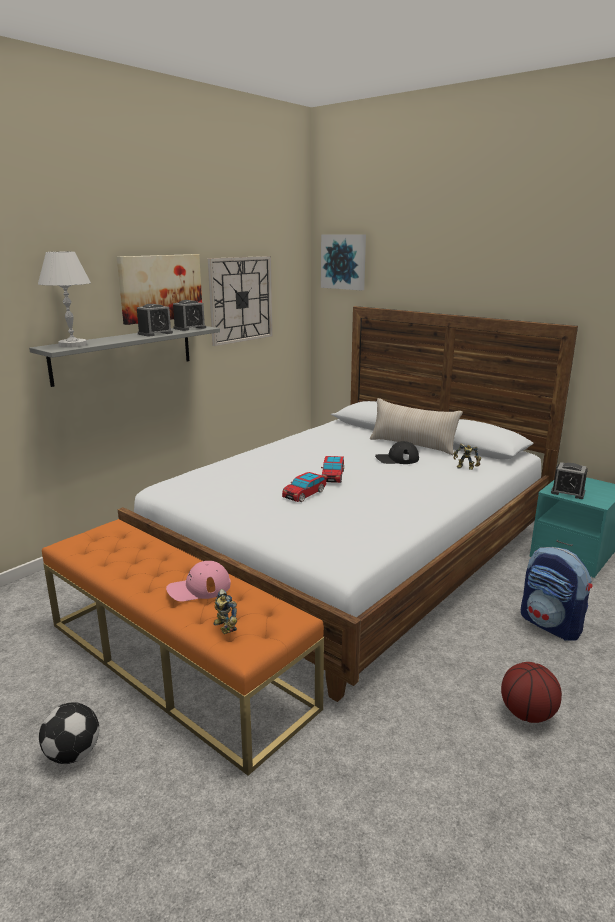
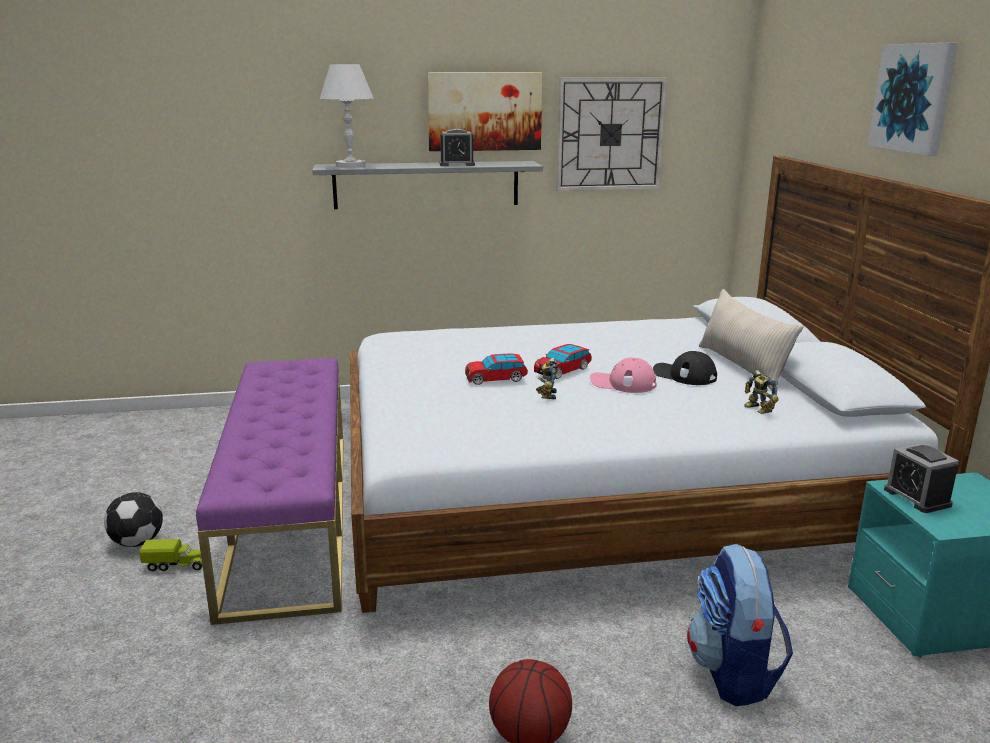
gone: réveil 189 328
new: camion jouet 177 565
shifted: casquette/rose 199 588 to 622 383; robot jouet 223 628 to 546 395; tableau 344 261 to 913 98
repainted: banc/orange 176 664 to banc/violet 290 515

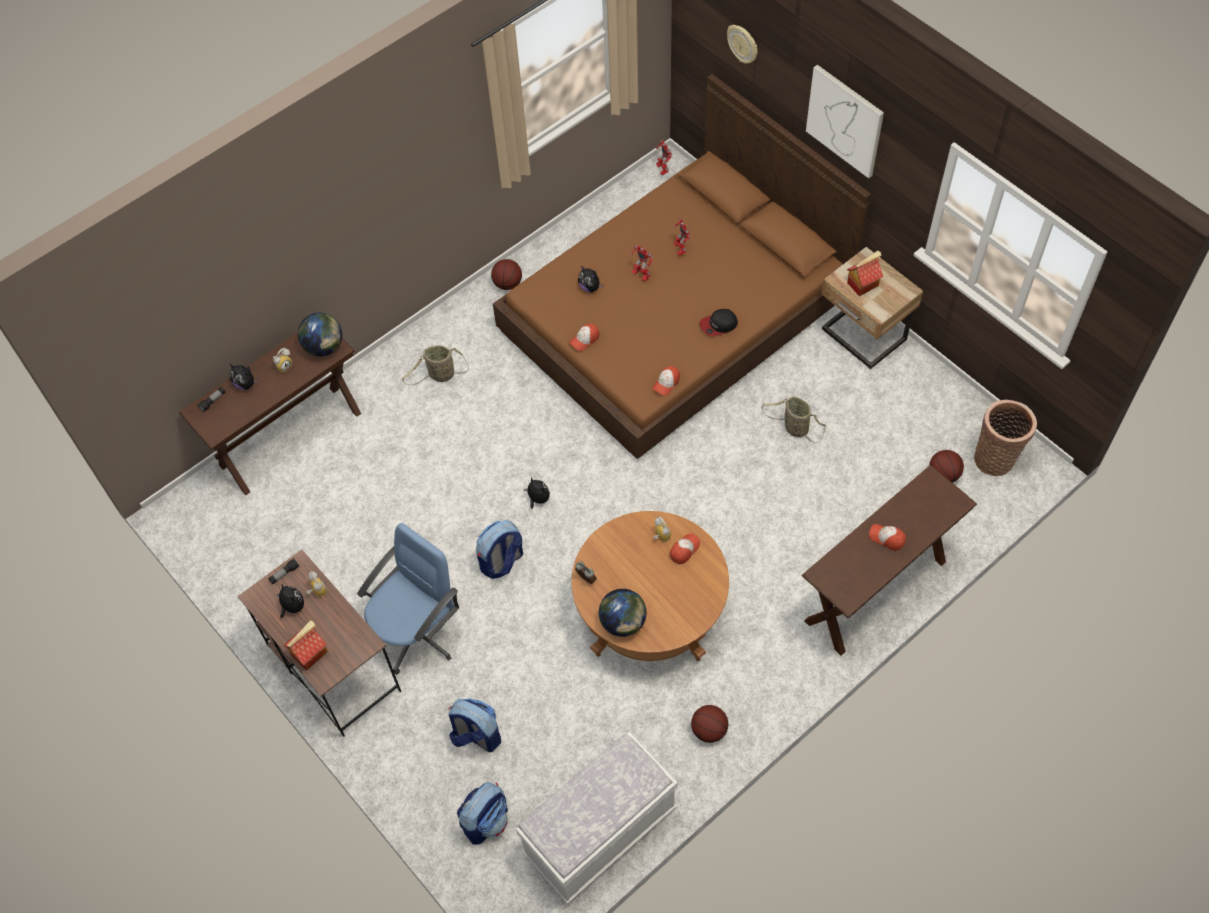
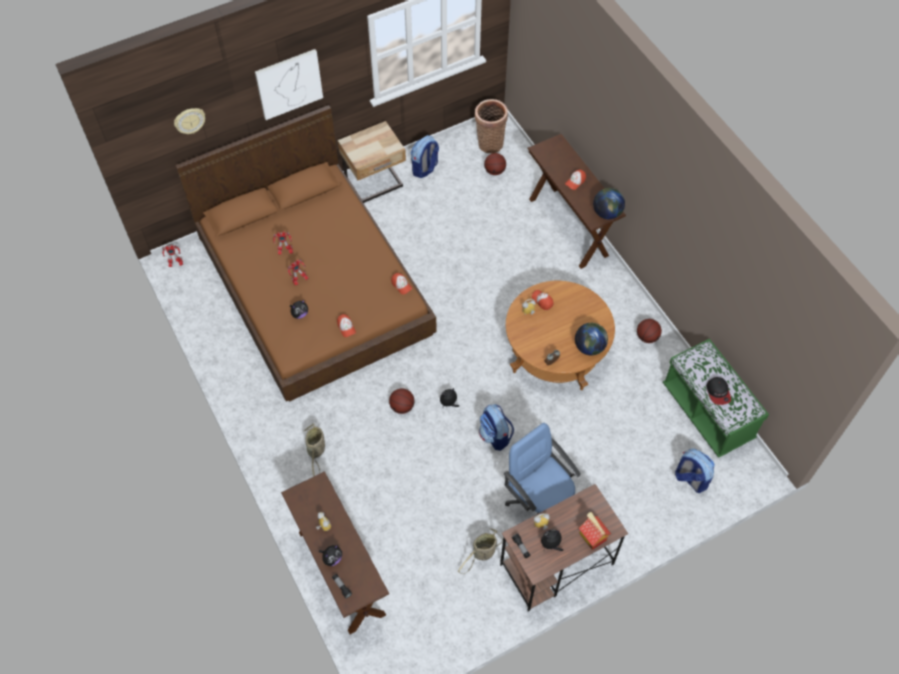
gone: maison miniature 862 283
shifted: globe 324 347 to 607 213; sac à dos 476 736 to 425 168; ballon de basket 507 284 to 402 407; casquette 718 325 to 718 392; panier 794 427 to 482 554
repainted: banc/blanc 600 832 to banc/vert 707 412

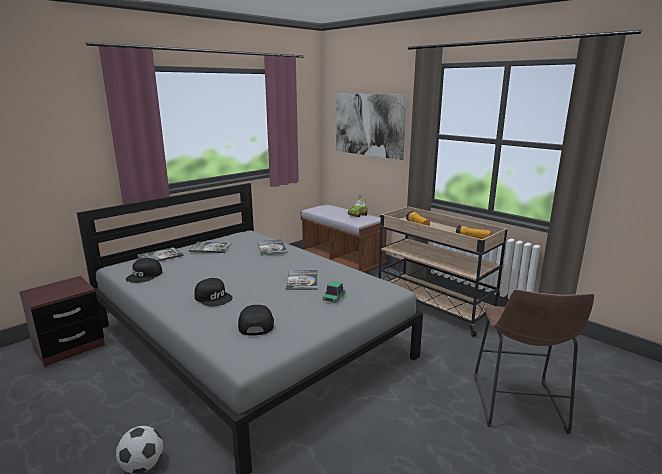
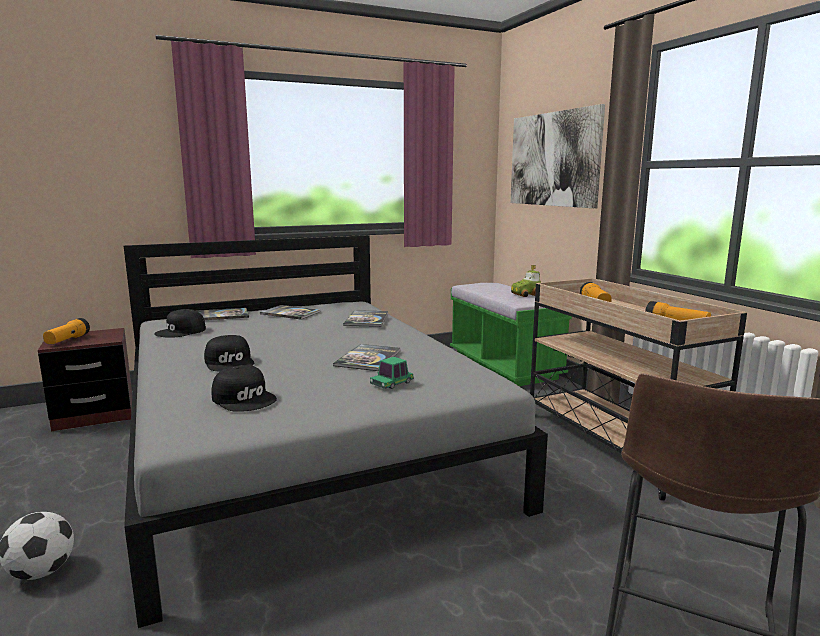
new: lampe de poche 67 340
repainted: banc/marron 342 261 to banc/vert 504 366
rotated: casquette/noir 255 324 = 245 398 120 degrees clockwise

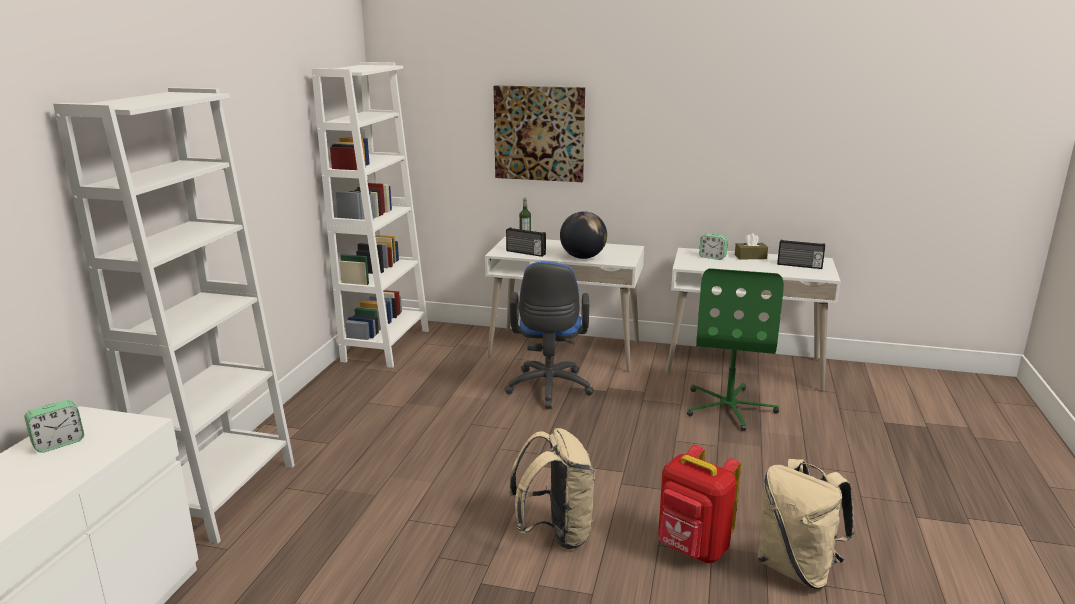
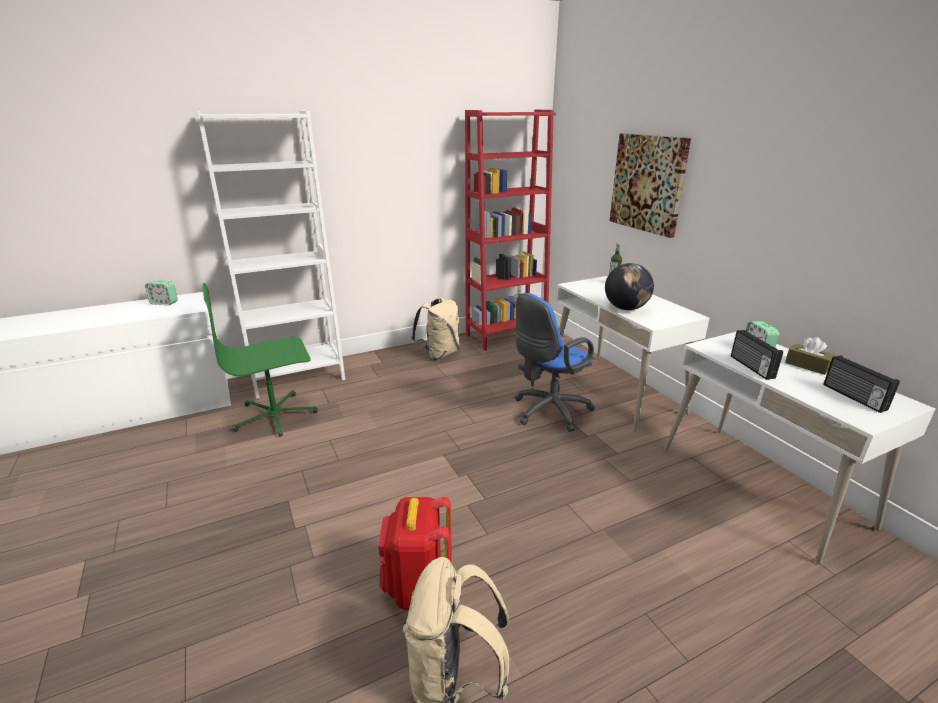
shifted: radio 525 253 to 751 367; sac à dos/beige 555 533 to 439 354; chaise de bureau/vert 729 407 to 275 415
repainted: bibliothèque/blanc 386 345 to bibliothèque/rouge 506 336

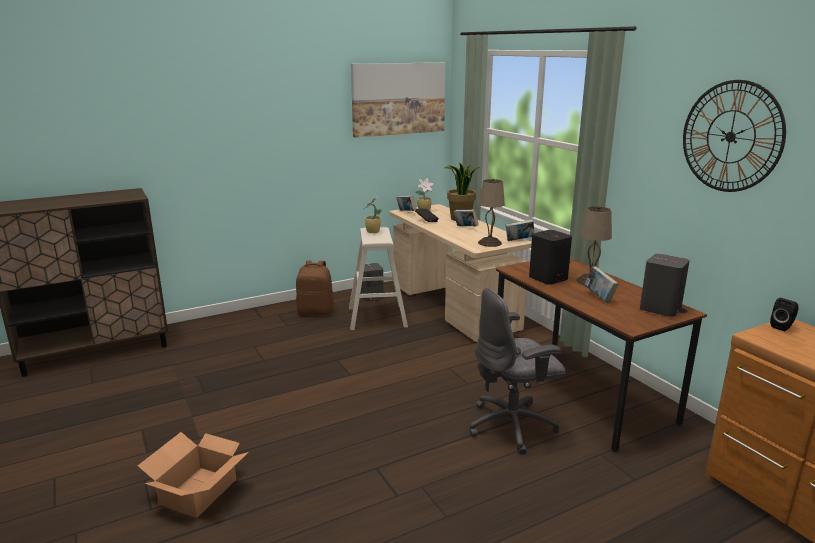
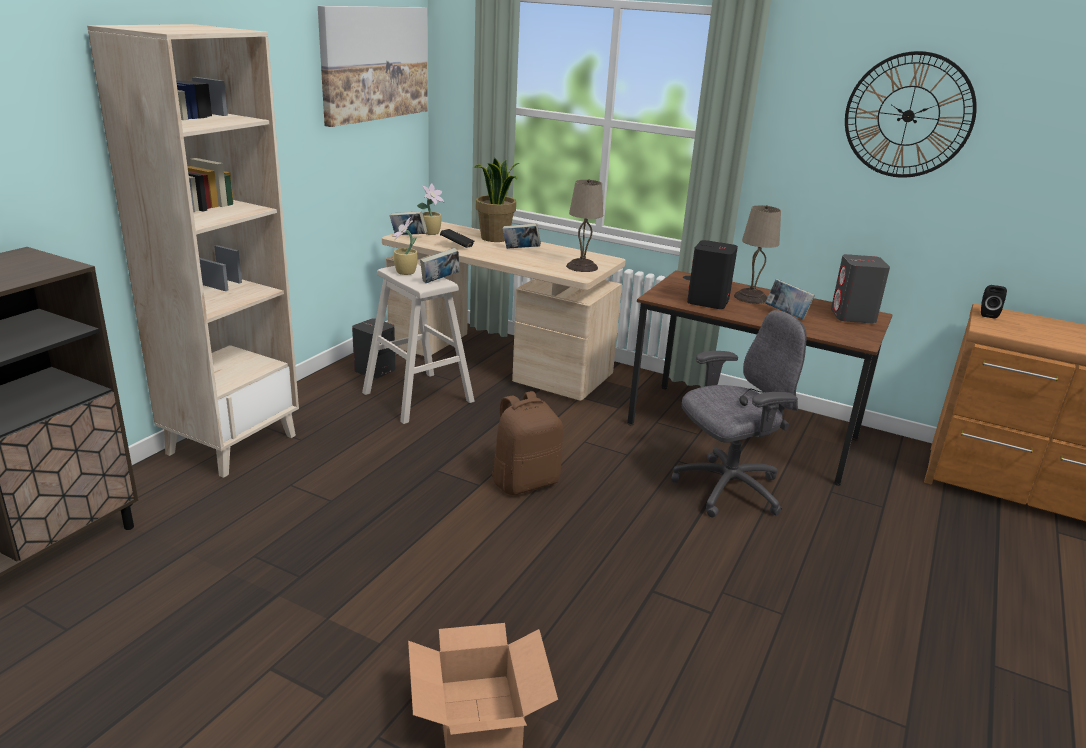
new: bibliothèque/beige 232 444
shifted: sac à dos/marron 316 311 to 525 482; livre 519 241 to 440 281
rotated: chaise de bureau/gris 512 426 = 726 489 150 degrees counterclockwise

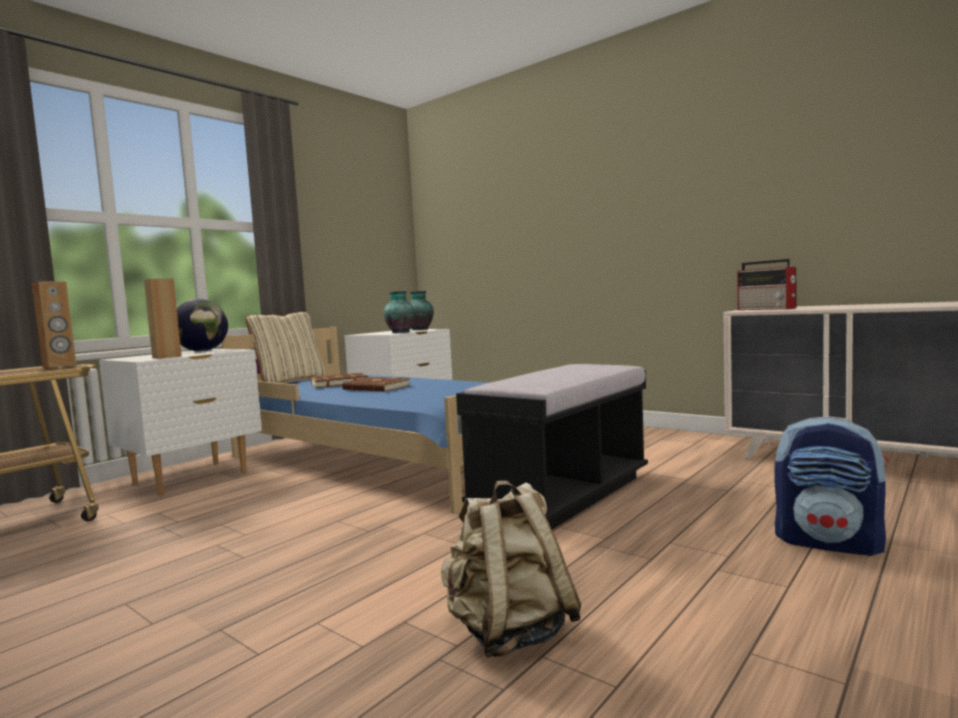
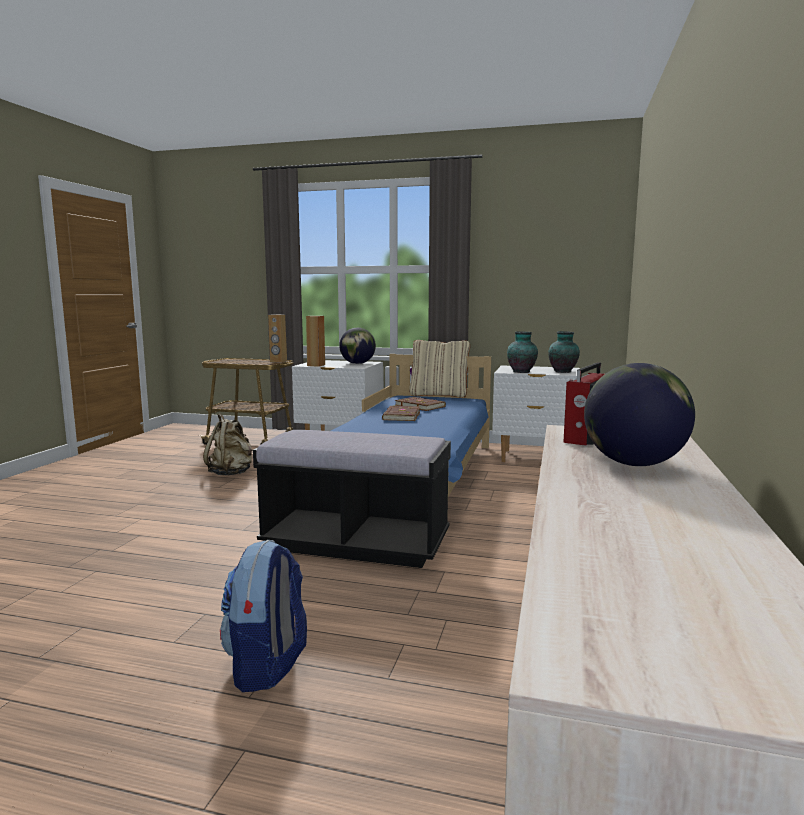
new: globe 634 463
shifted: sac à dos/beige 509 632 to 231 473

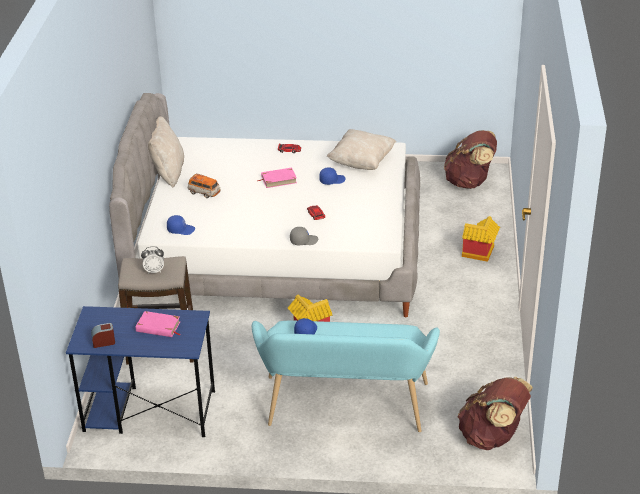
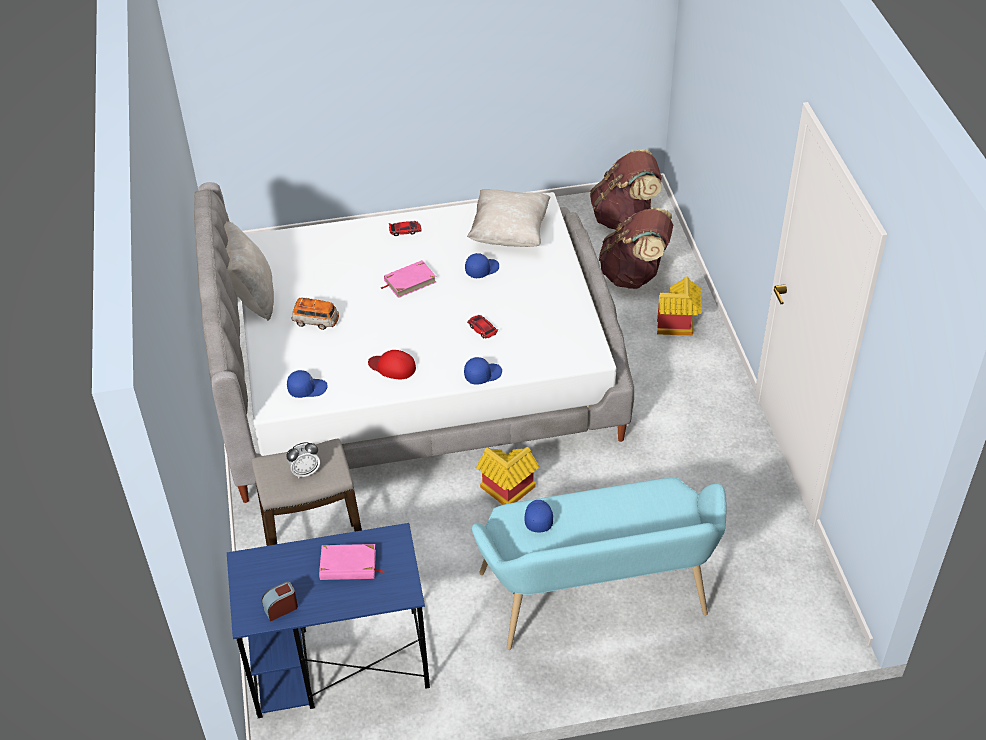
new: casquette/rouge 392 367
shifted: sac à dos/marron 492 437 to 634 275
repainted: casquette/gris 303 240 to casquette/bleu 482 374

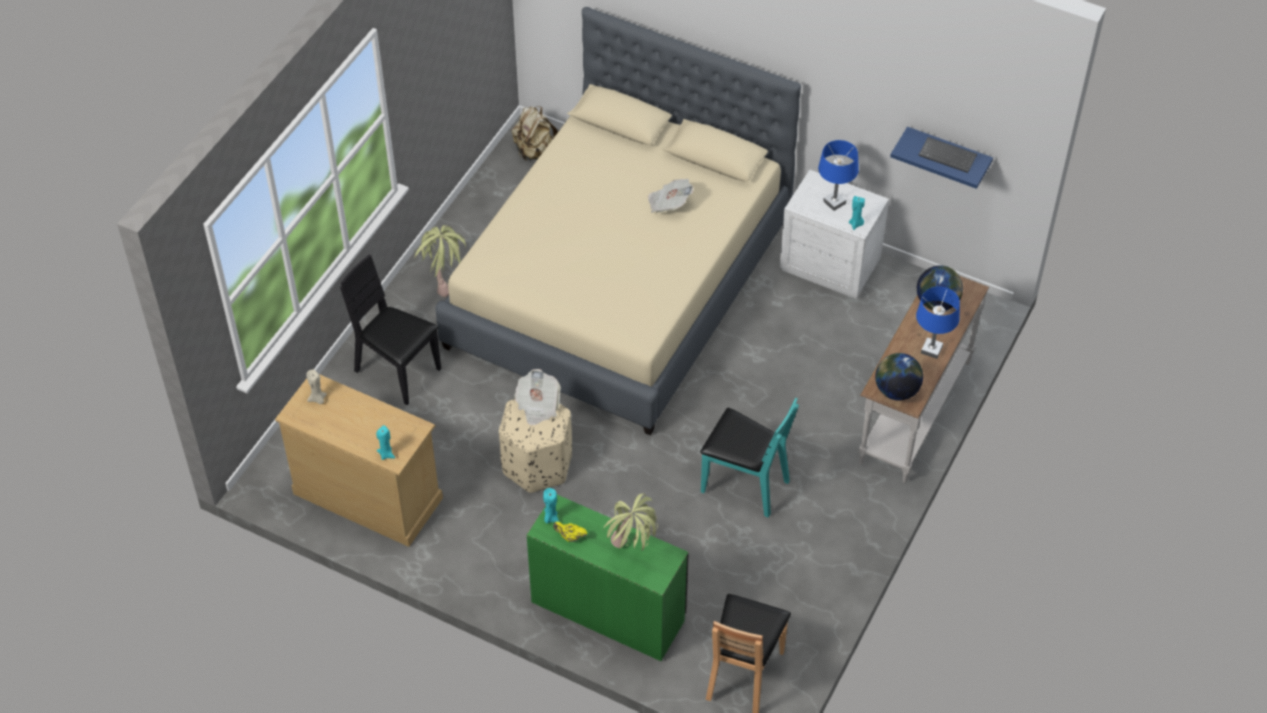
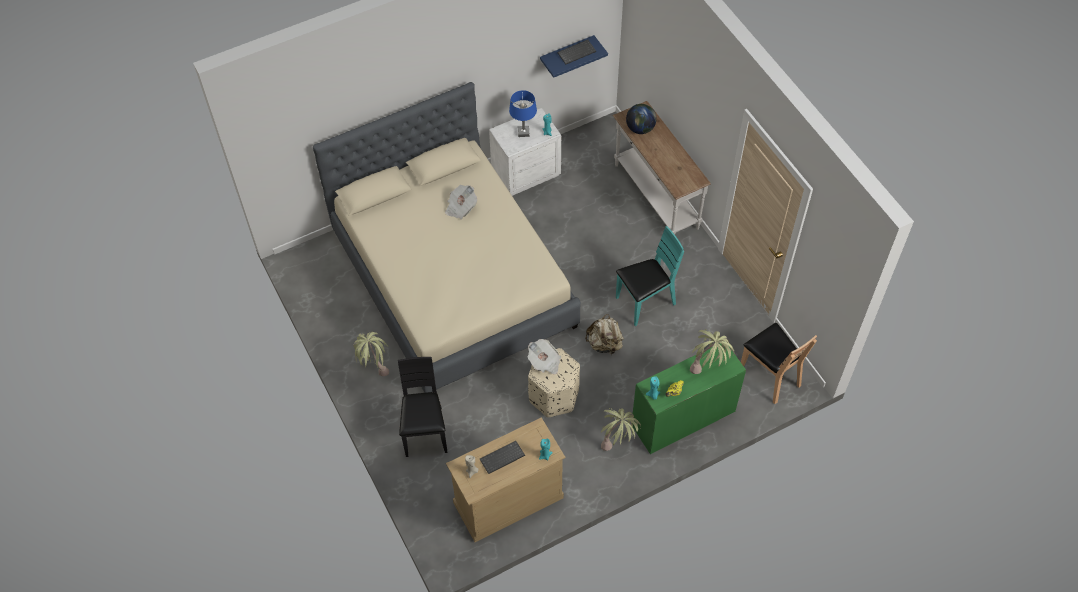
gone: globe 896 390; lampe de table/bleu 931 350
new: clavier 502 458; plante en pot 618 443
shifted: sac à dos/beige 534 151 to 604 344
rotated: chaise/noir 397 372 = 425 432 105 degrees clockwise

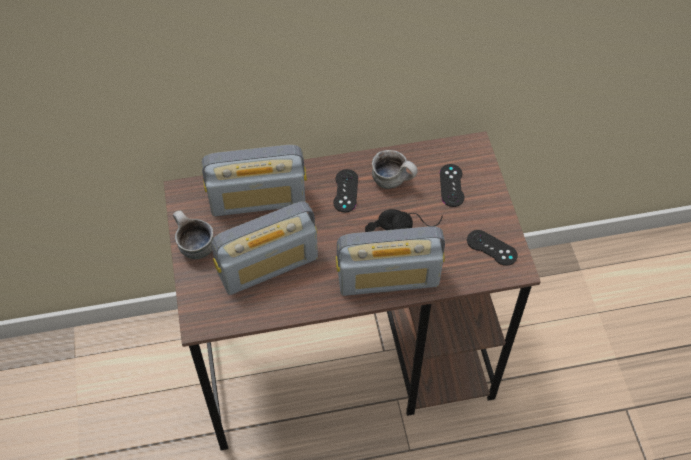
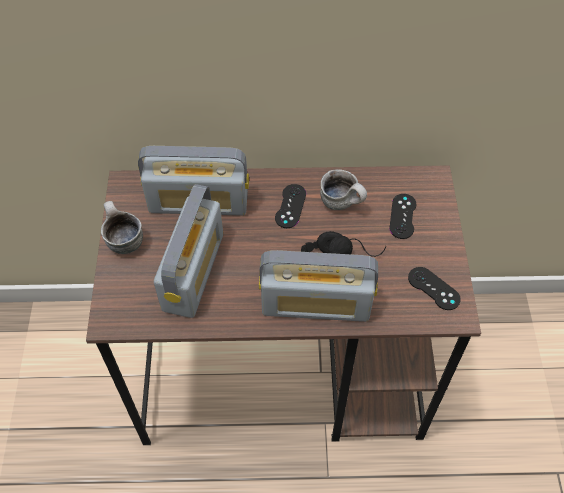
rotated: radio 268 265 = 193 271 60 degrees counterclockwise

